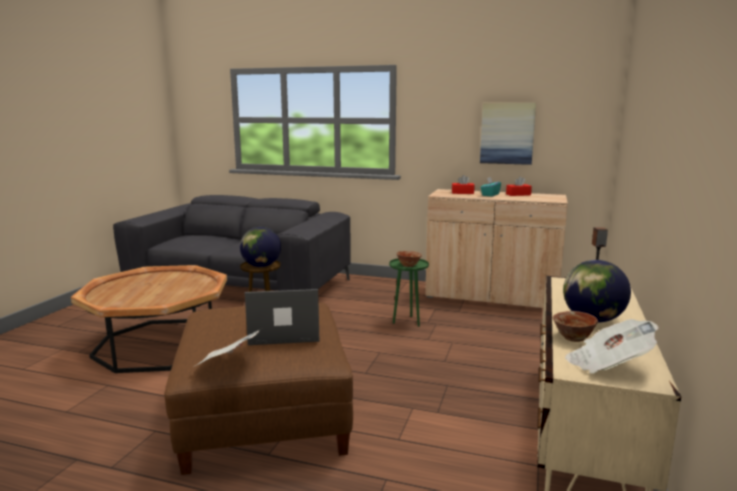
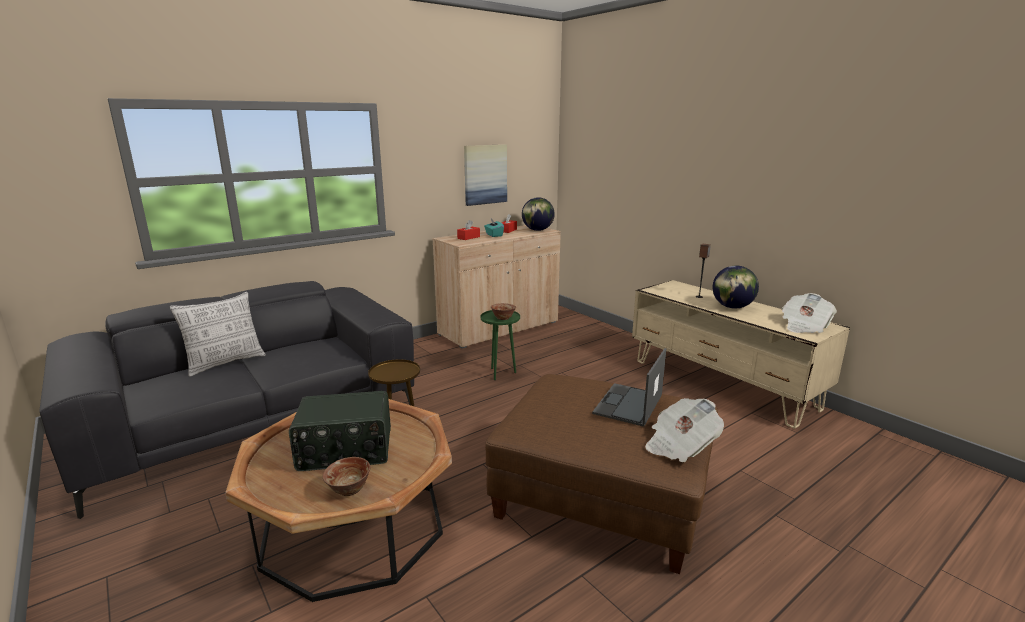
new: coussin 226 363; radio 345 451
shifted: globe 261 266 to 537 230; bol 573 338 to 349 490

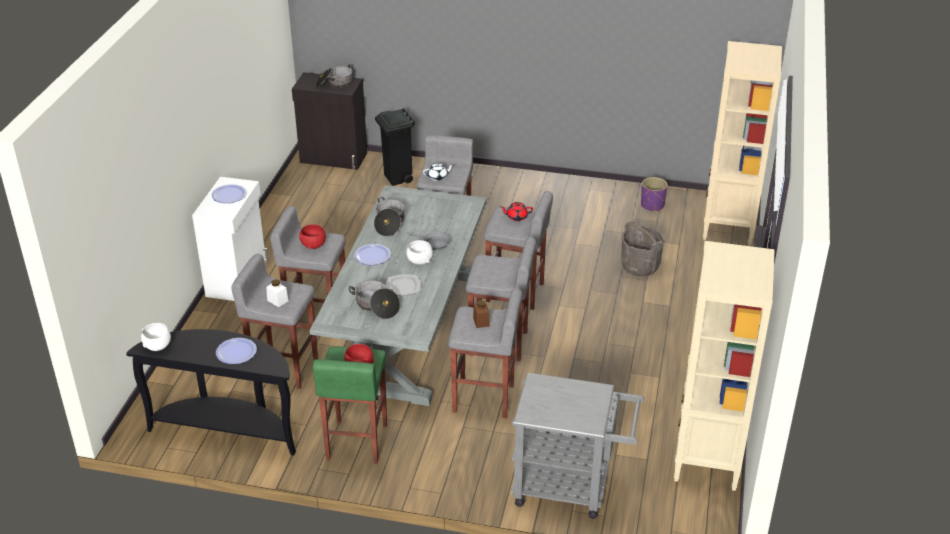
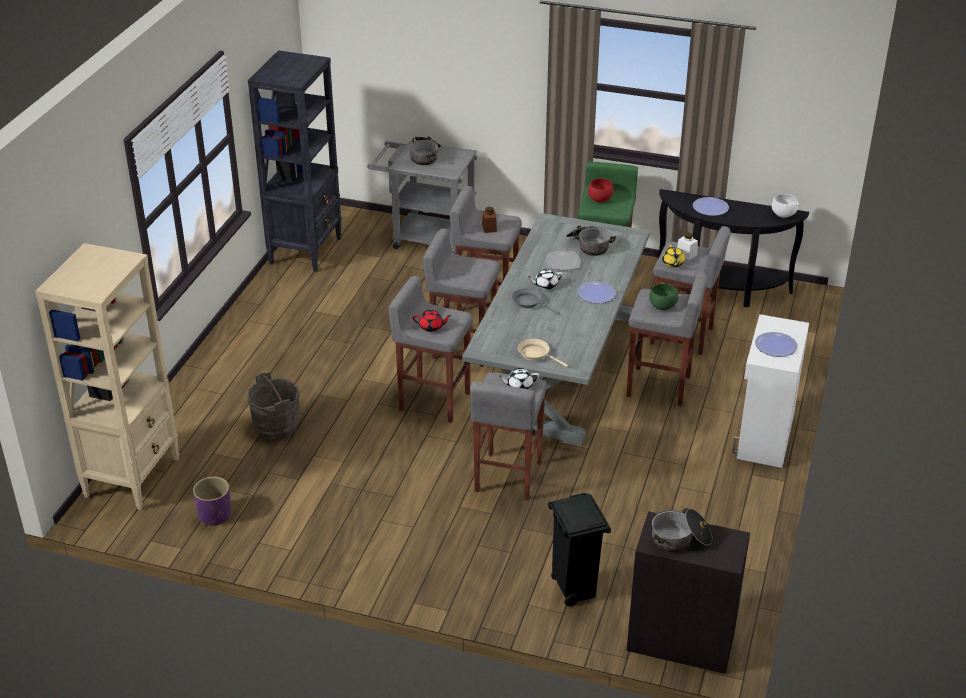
new: poêle/beige 536 354; théière/jaune 673 263
shifted: marmite 389 223 to 425 156
swapped: bol/blanc 420 261 to théière/blanc 545 285
repainted: bol/rouge 314 245 to bol/vert 662 306; bibliothèque/beige 706 459 to bibliothèque/noir 306 250

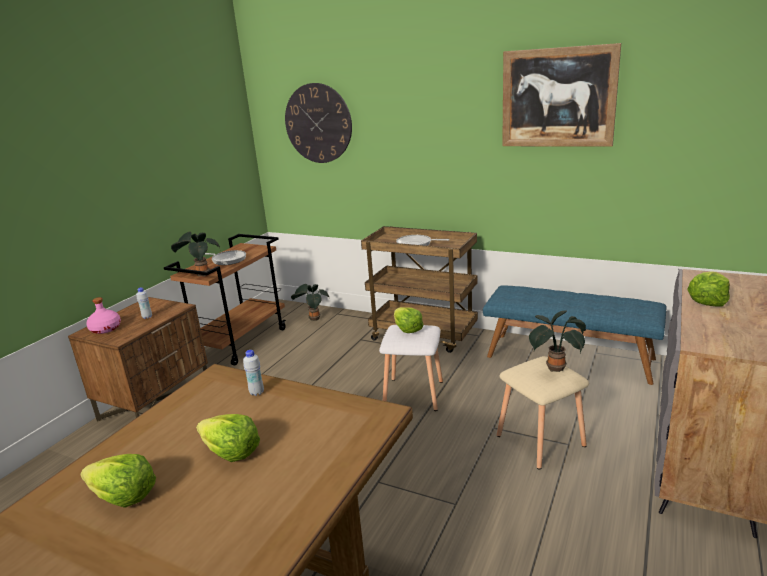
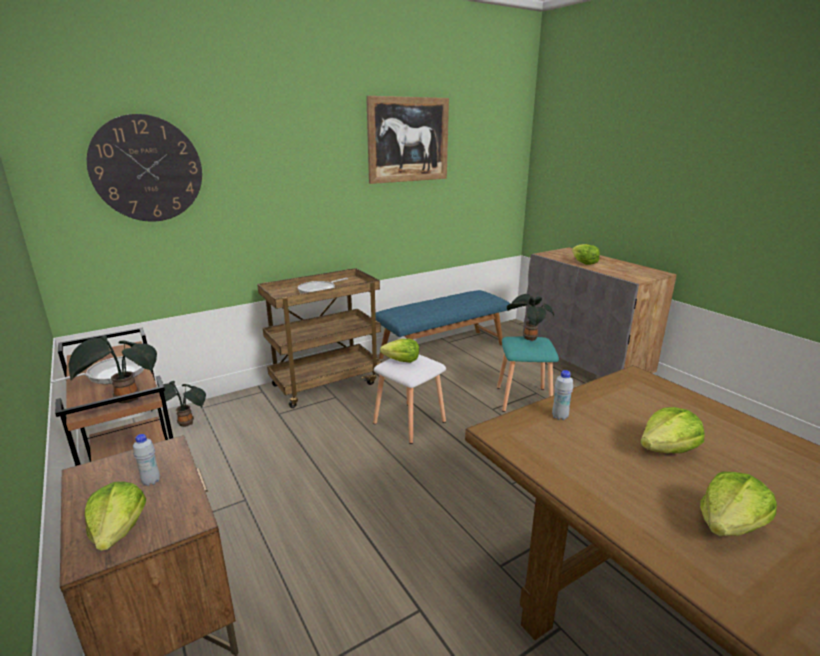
swapped: bouteille/rose 106 329 to laitue 119 531
repainted: tabouret/beige 542 441 to tabouret/turquoise 524 399

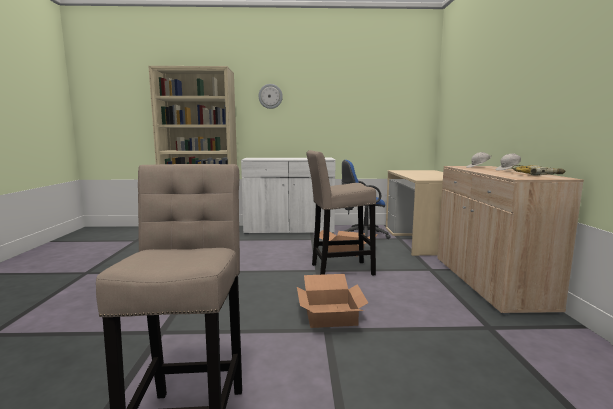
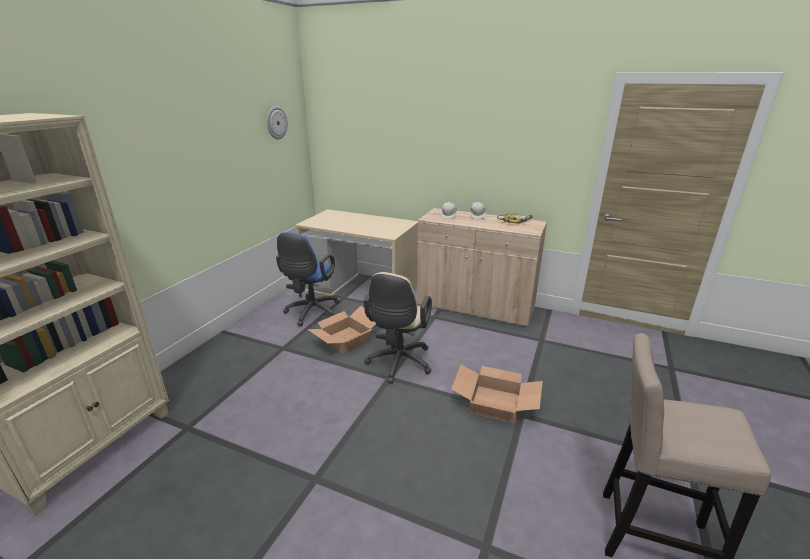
gone: meuble de rangement/blanc 289 230
shifted: horloge murale 270 96 to 276 122
swapped: tabouret/beige 338 270 to chaise de bureau/beige 398 364

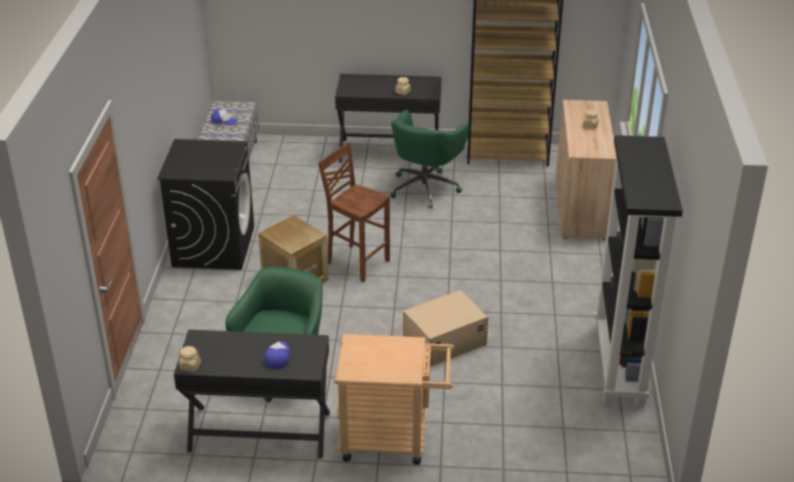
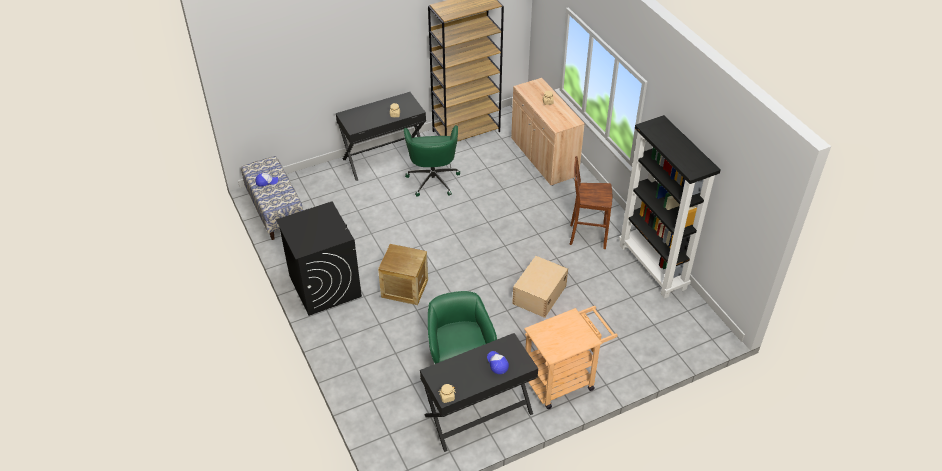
shifted: tabouret/marron 356 262 to 586 235

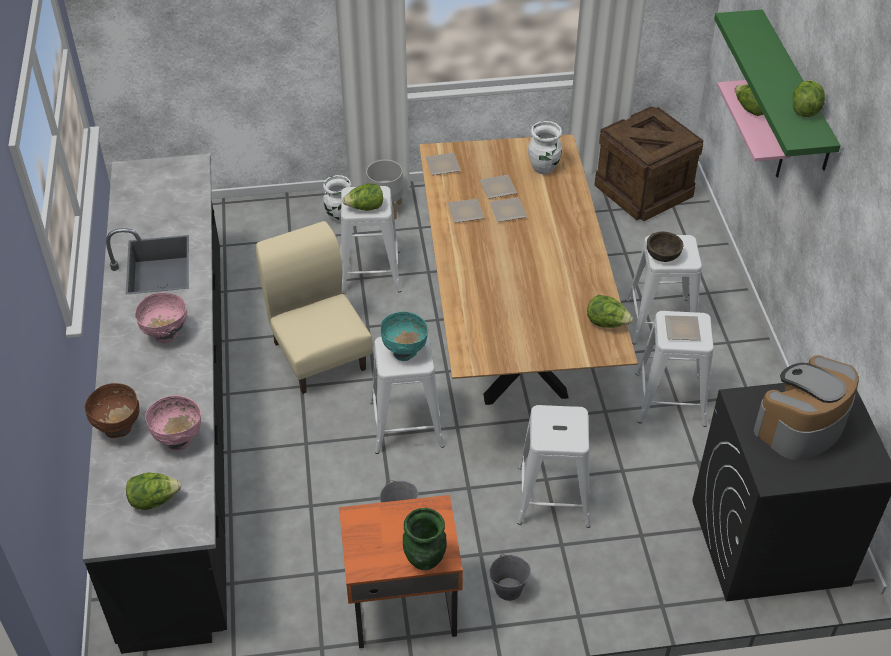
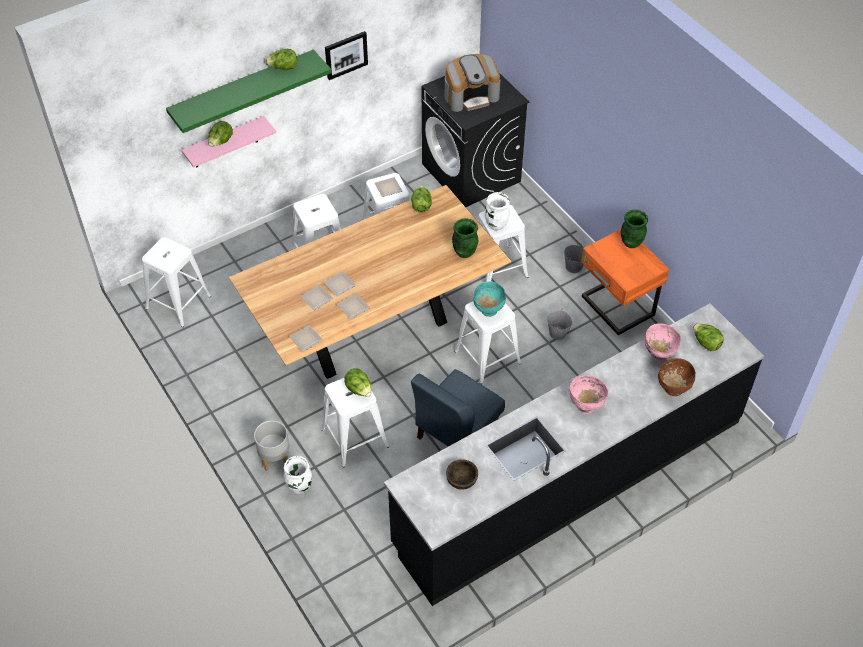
new: tableau 345 55; vase/vert 464 252
shifted: vase/blanc 544 168 to 496 225; bol/marron 662 256 to 462 481
swapped: caisse 644 190 to tabouret/blanc 178 302
repainted: chaise/beige 319 355 to chaise/bleu 456 431
rotated: machine à café 801 425 = 471 96 45 degrees counterclockwise

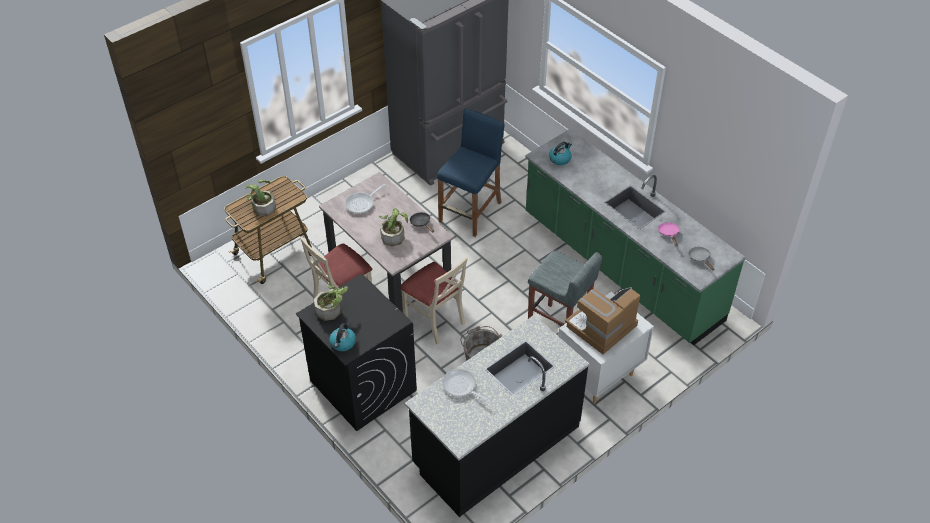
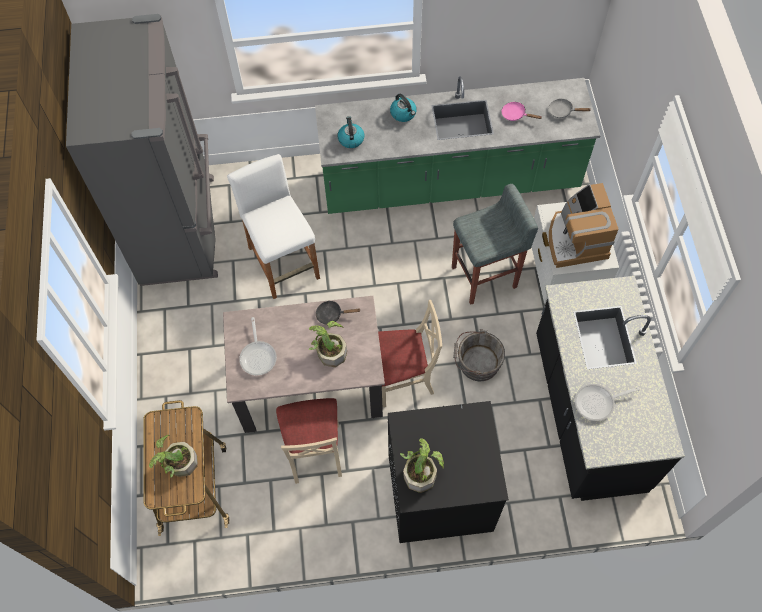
shifted: bouilloire 343 343 to 403 113
repainted: tabouret/bleu 470 212 to tabouret/blanc 284 263

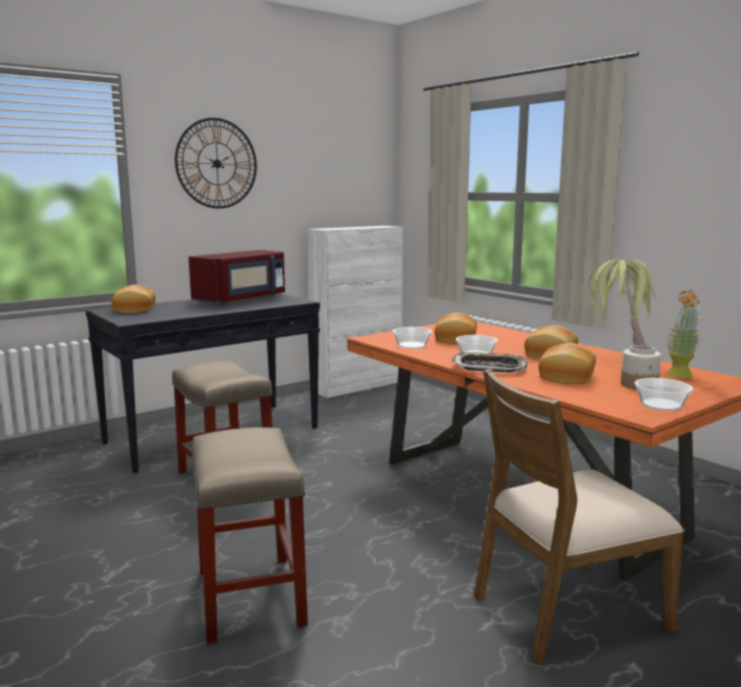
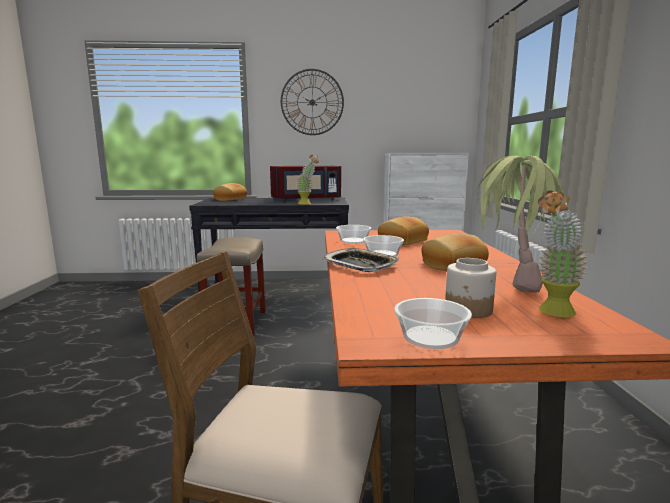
gone: tabouret/beige 249 596; pain 565 376
new: plante en pot 307 204

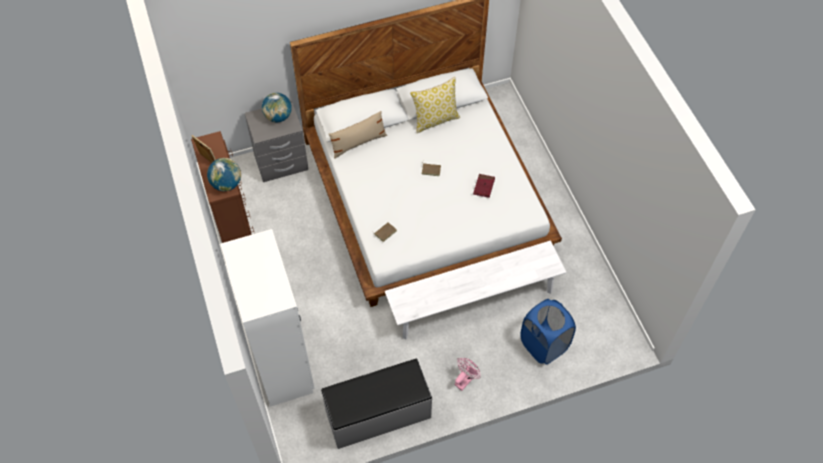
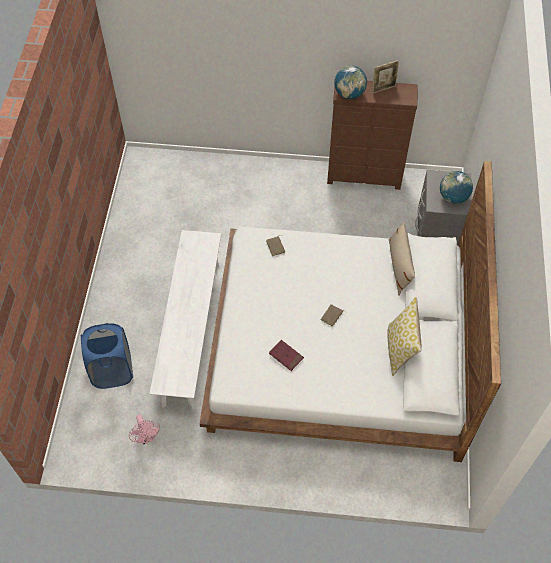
gone: armoire/blanc 282 362; banc/gris 378 414
shifted: ventilateur/rose 465 380 to 146 438

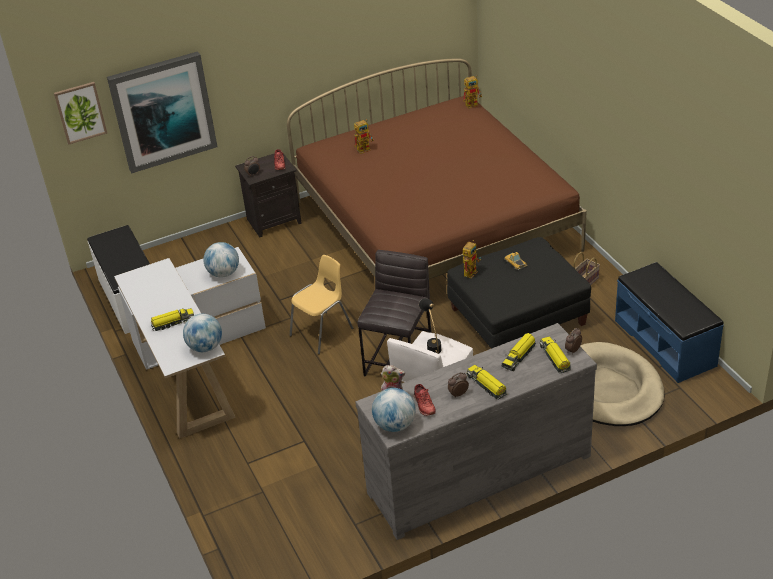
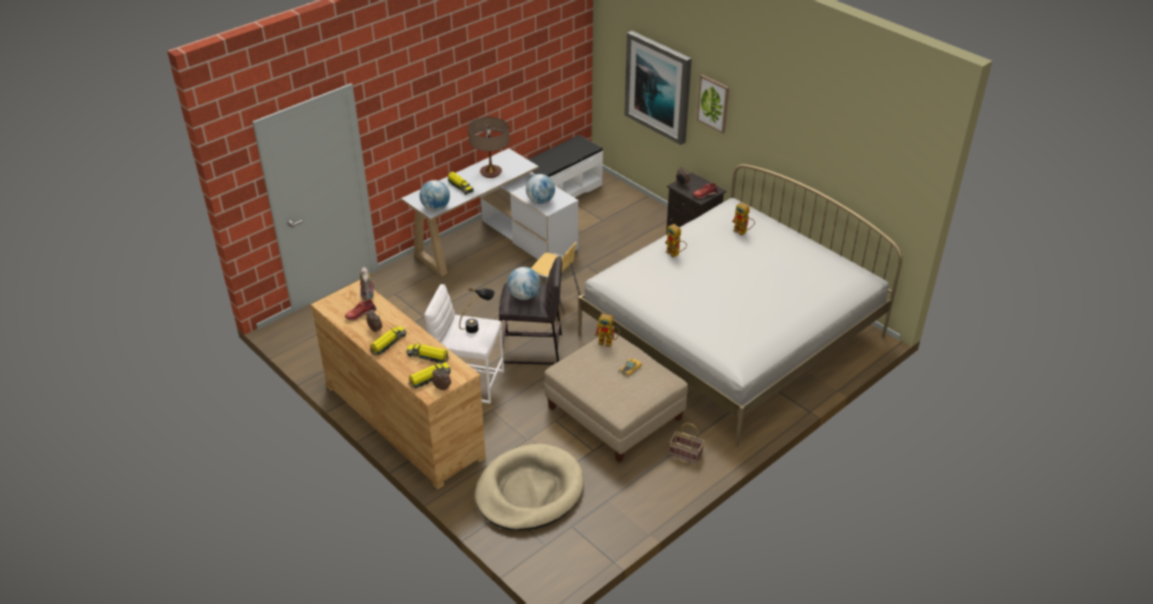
gone: banc/bleu 665 342
new: lampe de table 491 172
shifted: tableau 80 112 to 713 103; globe 395 425 to 524 296; robot jouet 473 104 to 675 254
repainted: lit/marron 435 225 to lit/blanc 731 335; commode/gris 478 473 to commode/marron 404 420; pouf/noir 517 316 to pouf/beige 615 413

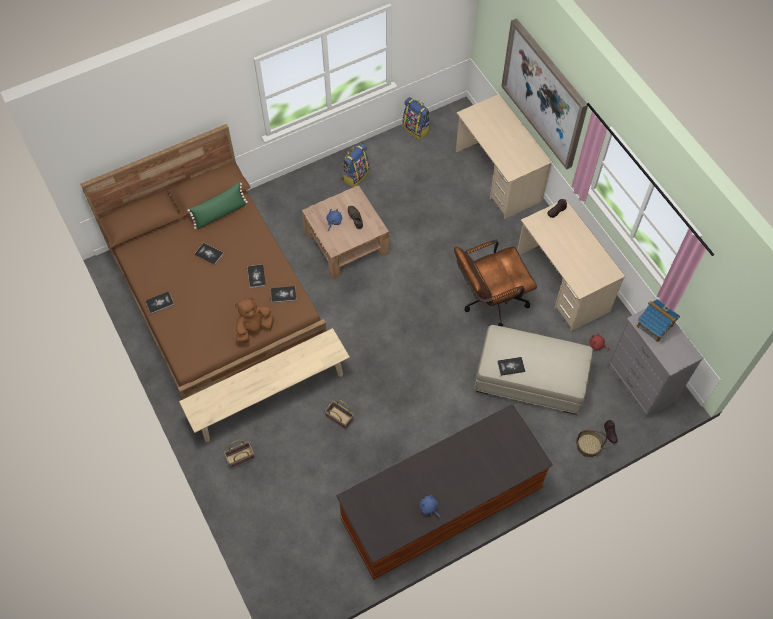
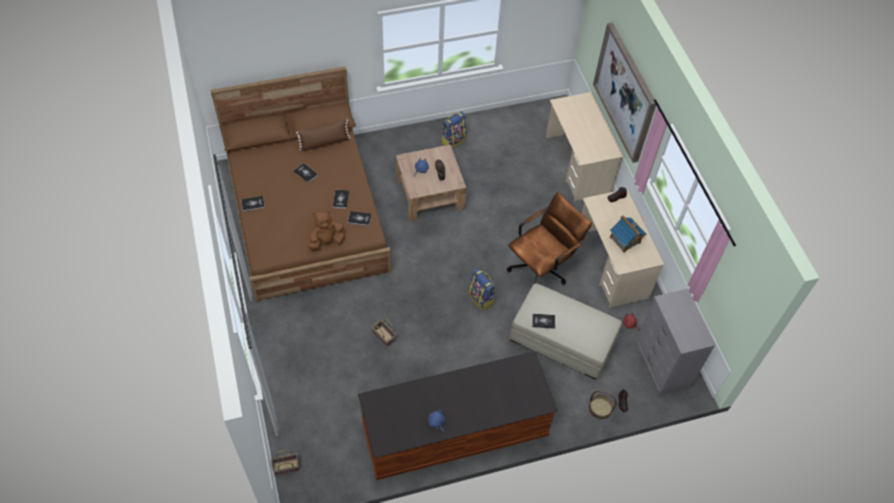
gone: banc/beige 269 396
shifted: panier 240 458 to 285 468; sac à dos 416 129 to 481 298; maison miniature 654 326 to 625 240
repainted: coussin/vert 220 213 to coussin/marron 324 143
rotated: chaise de bureau/marron 489 301 = 542 267 150 degrees clockwise

